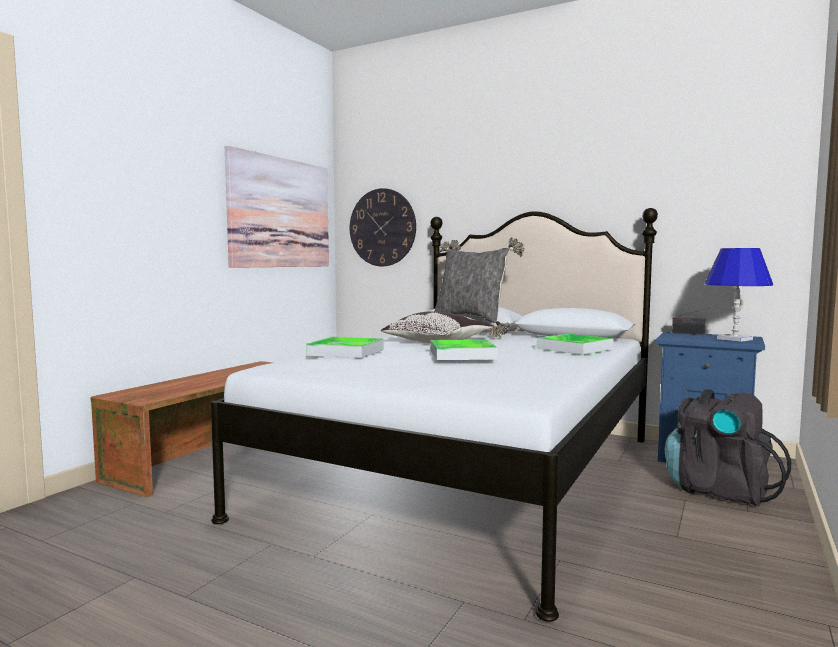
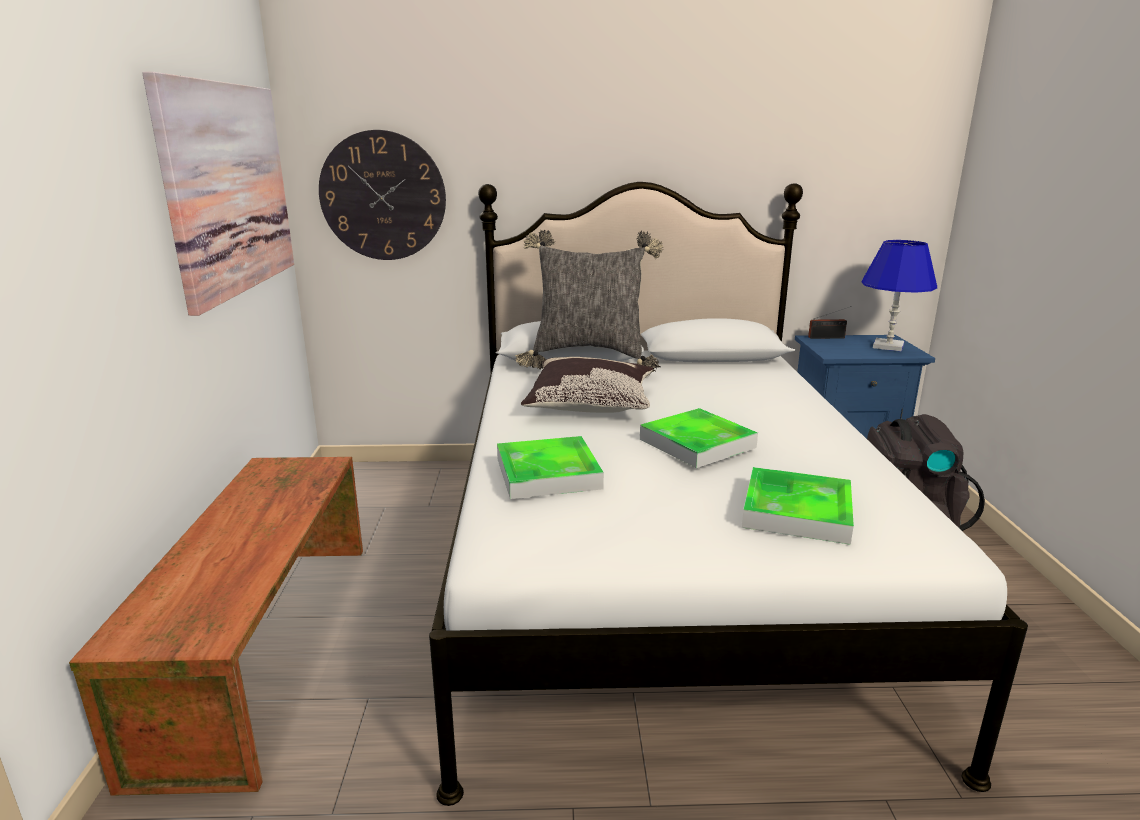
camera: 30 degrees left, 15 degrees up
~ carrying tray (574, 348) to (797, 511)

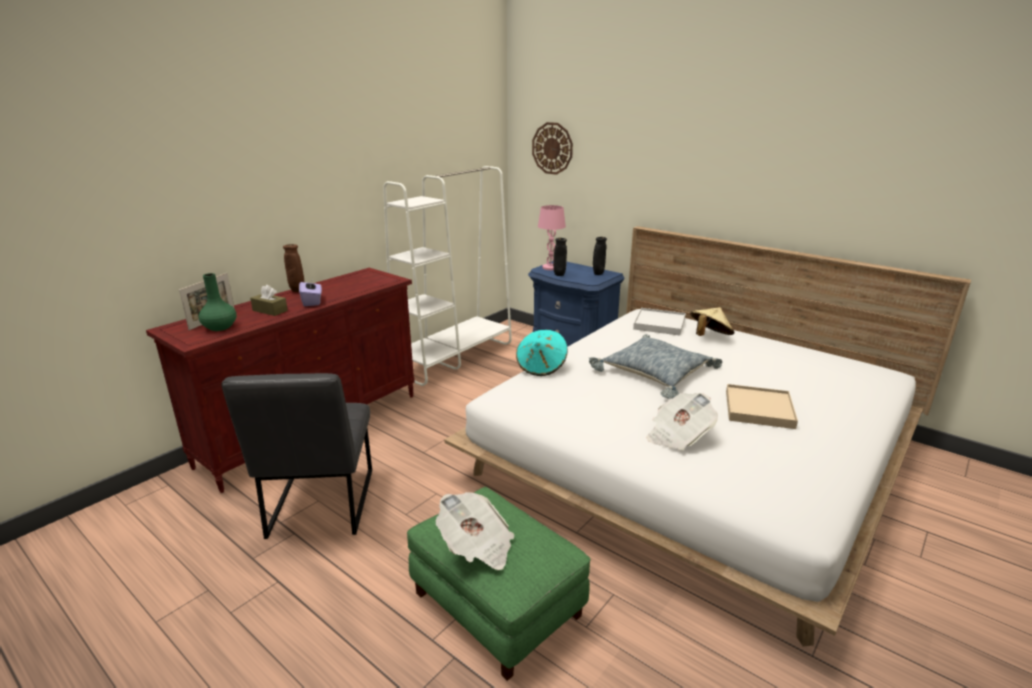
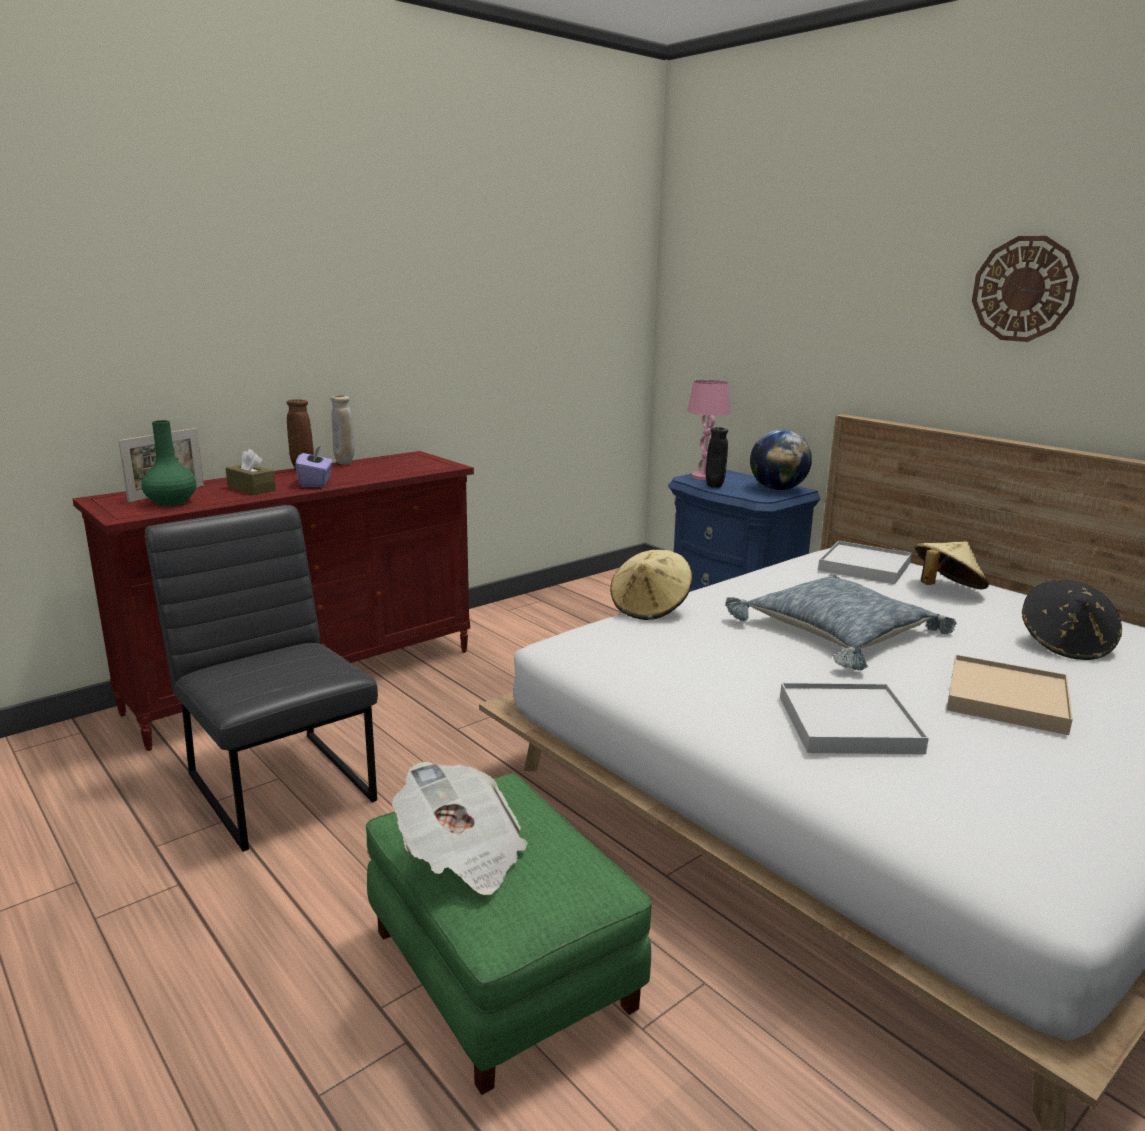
camera: 10 degrees right, 5 degrees down
~ wall clock (552, 148) to (1024, 289)
- whitish garment rack (455, 359)
~ blackish decorative vase (598, 274) to desk globe (777, 489)
~ turquoise wearable hat (541, 367) to beige wearable hat (650, 608)
~ gray upright chair (320, 504) = (280, 783) 135 degrees clockwise
~ newspaper (678, 436) to whitish carrying tray (848, 724)
+ beige decorative vase (345, 464)
+ blackish wearable hat (1065, 645)

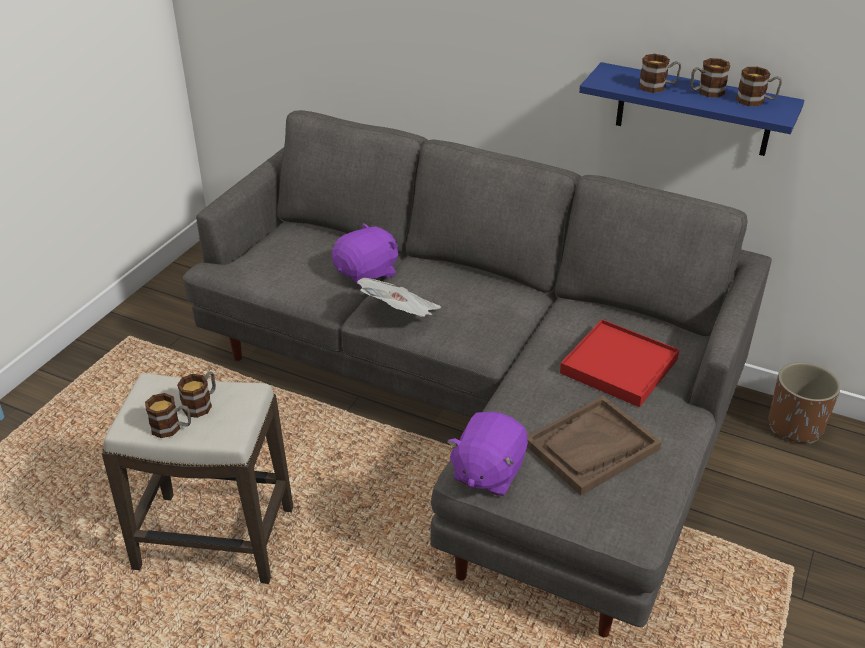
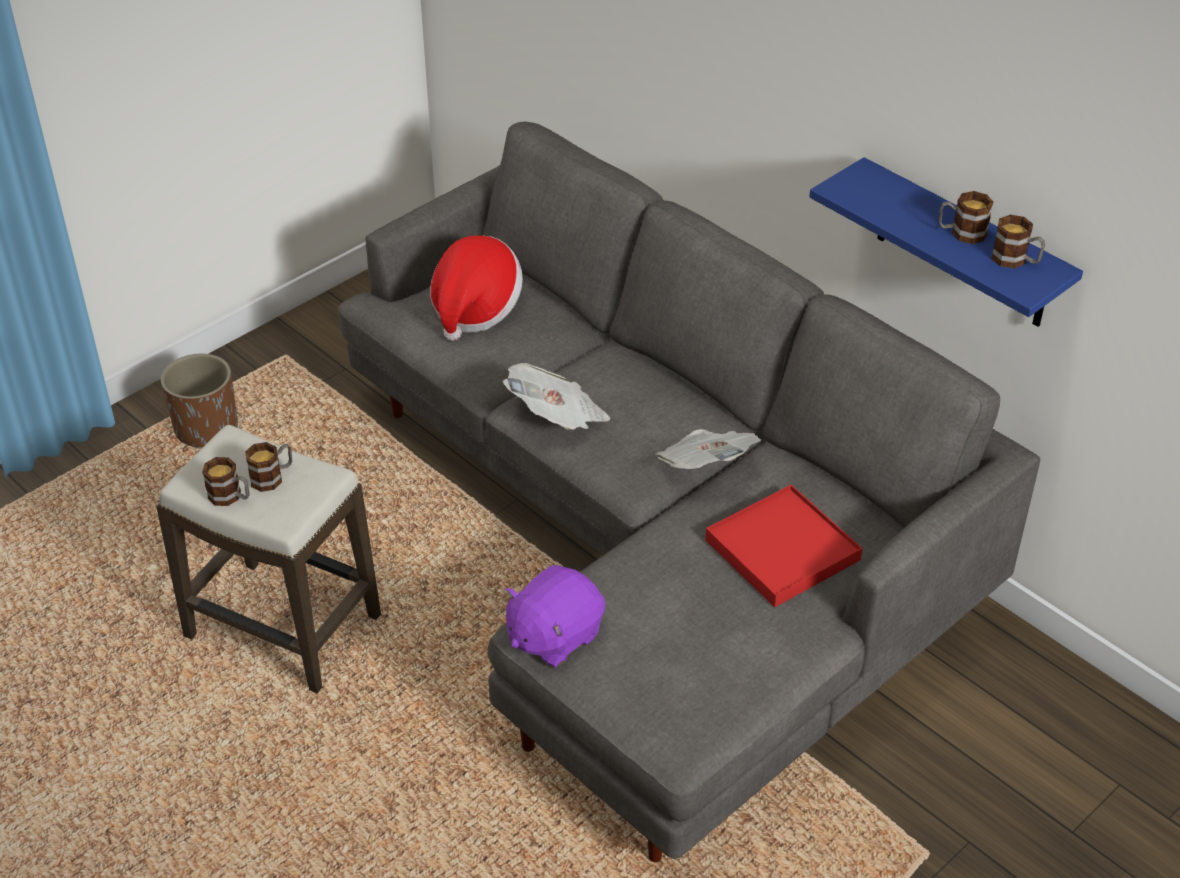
camera: 20 degrees right, 5 degrees up
- coffee mug (658, 87)
- purplish cuddly toy (367, 274)
~ brown planter (795, 426) to (206, 429)
- brown carrying tray (591, 447)
+ wearable hat (475, 309)
+ newspaper (706, 467)

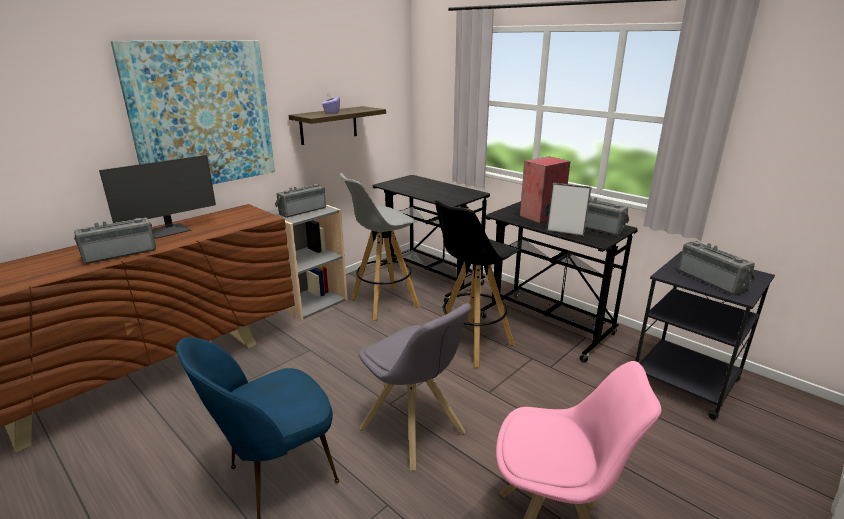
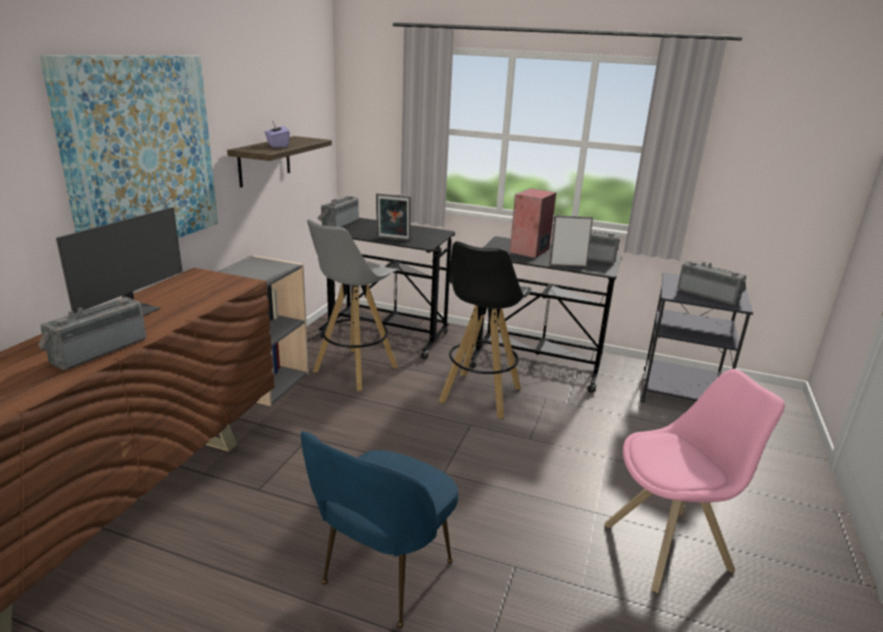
camera: 25 degrees left, 0 degrees up
~ radio (301, 211) to (338, 224)
- gray upright chair (413, 430)
+ picture frame (393, 239)

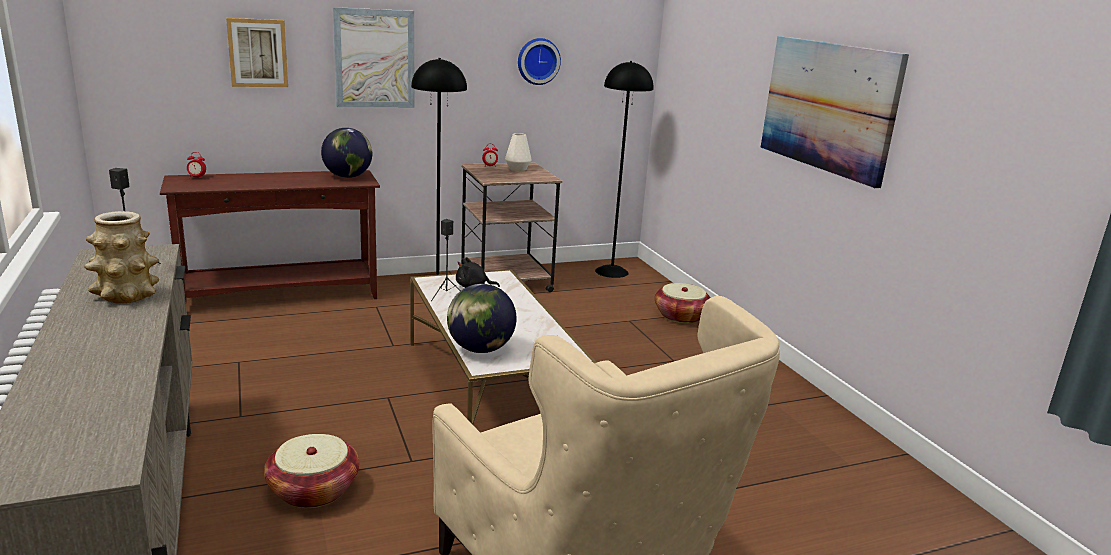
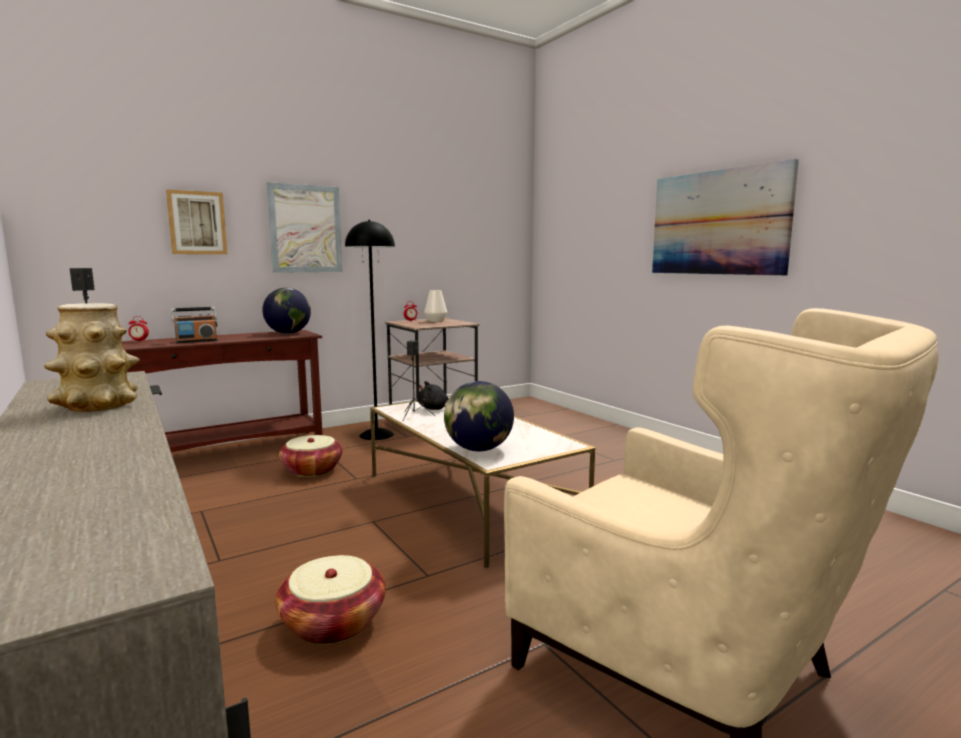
camera: 10 degrees left, 10 degrees down
- wall clock (537, 61)
- blackish standard lamp (611, 271)
~ storage basket (680, 316) to (312, 470)
+ radio (196, 341)

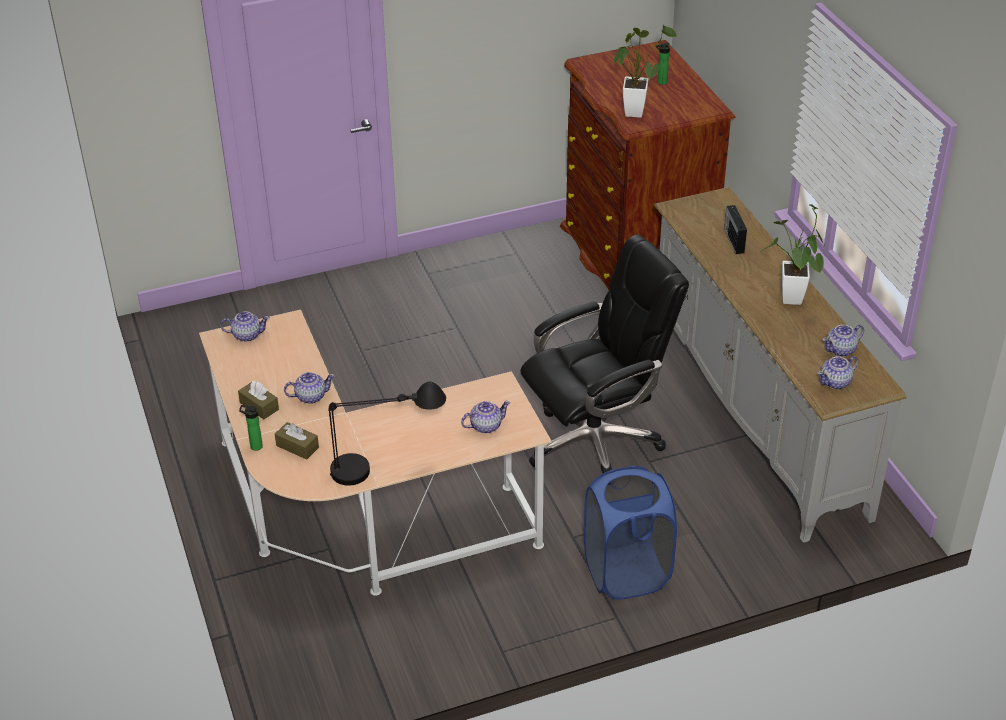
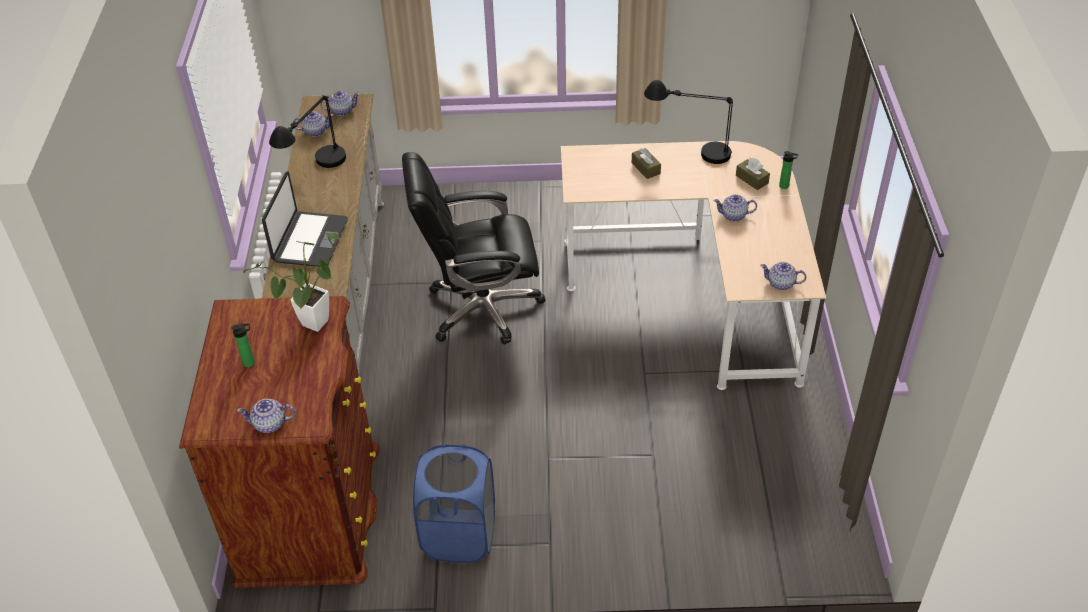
camera: 160 degrees left, 5 degrees up
~ houseplant (791, 303) to blackish table lamp (316, 174)
~ radio (734, 240) to laptop (309, 240)
~ brown box of tissues (259, 406) to (645, 168)
~ teapot (485, 426) to (270, 424)
~ blue-coloured laundry basket (626, 573) to (459, 535)

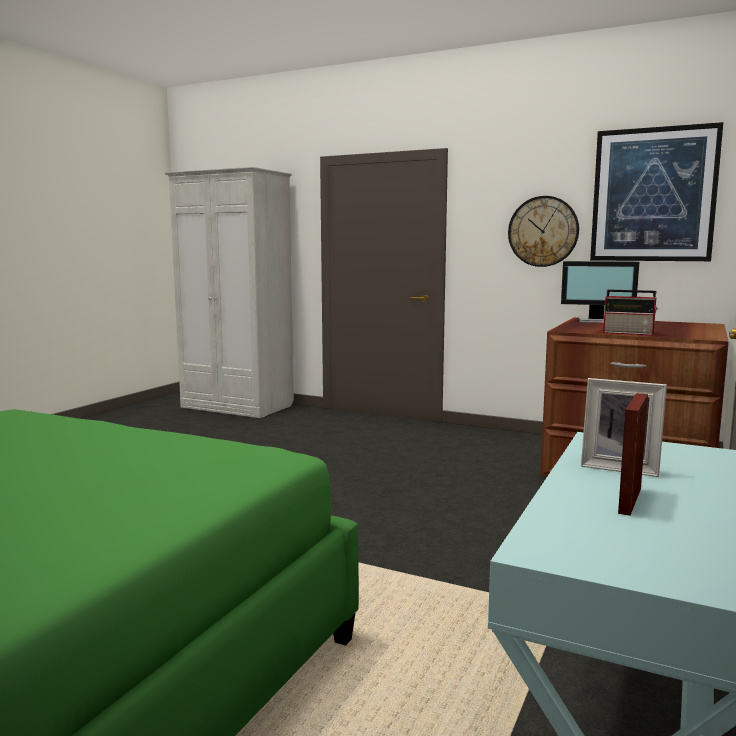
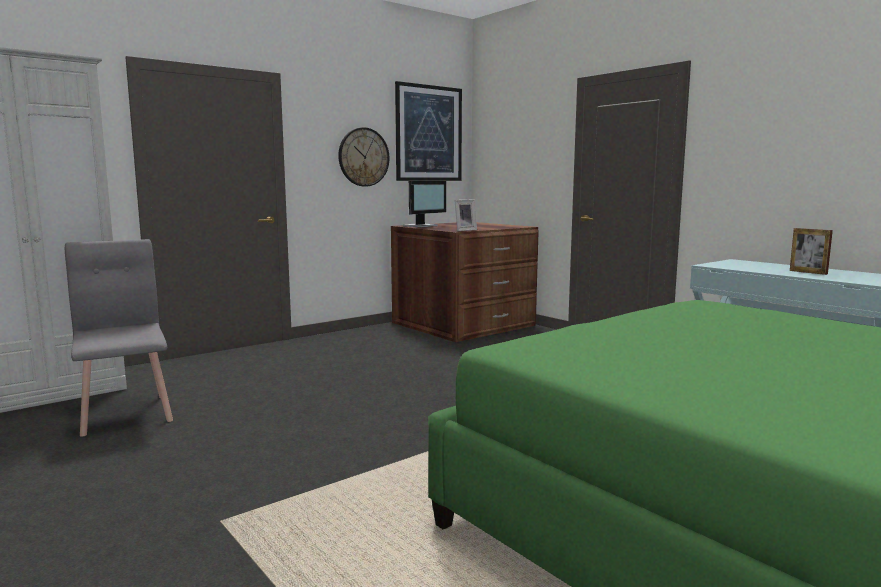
camera: 65 degrees left, 0 degrees up
- radio (629, 333)
~ picture frame (620, 467) to (464, 230)
+ gray upright chair (126, 414)

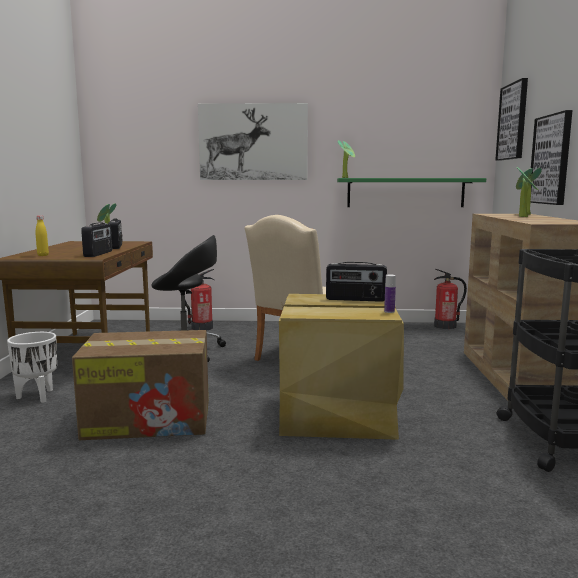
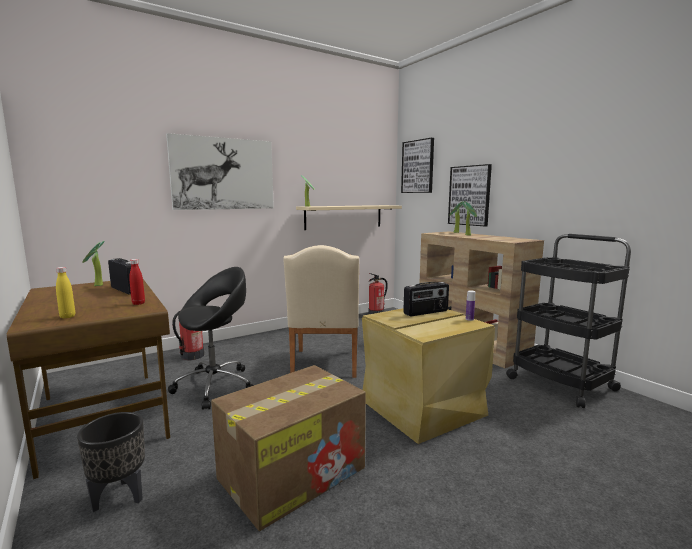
camera: 35 degrees left, 0 degrees up
~ green-coloured shelf (405, 192) to beige shelf (344, 217)
~ radio (99, 254) to reddish drink bottle (138, 303)
~ whitish planter (38, 396) to blackish planter (120, 496)

